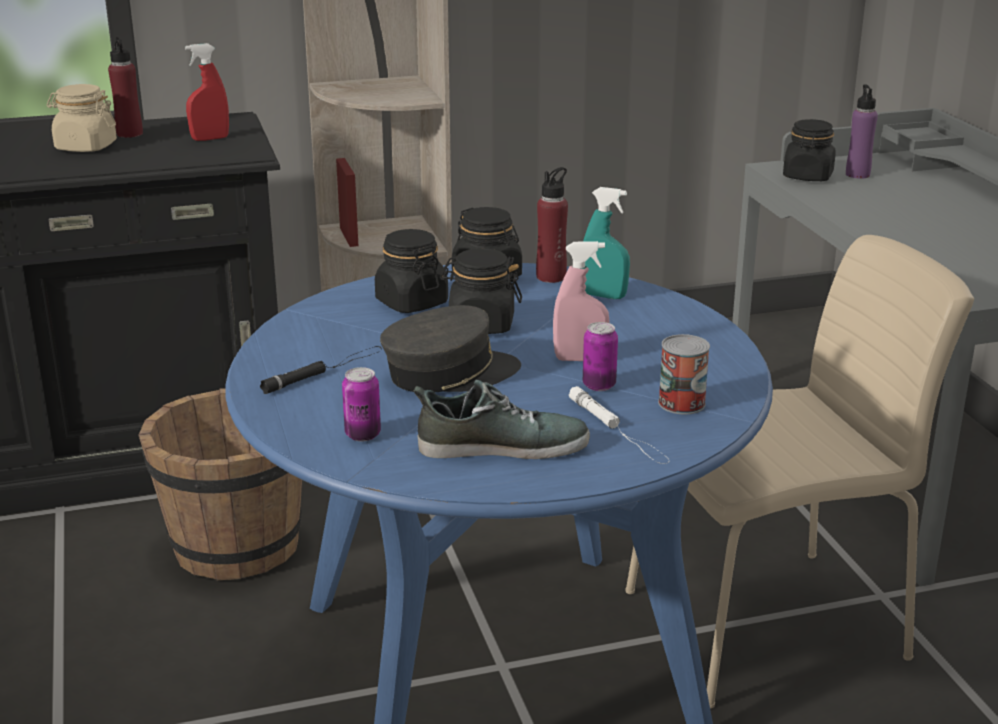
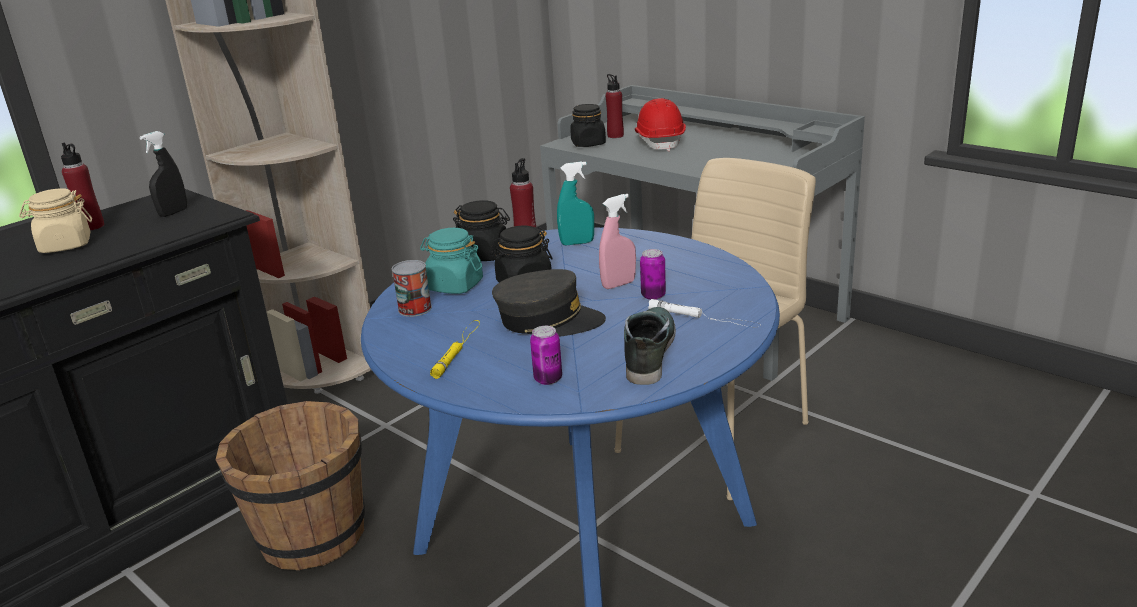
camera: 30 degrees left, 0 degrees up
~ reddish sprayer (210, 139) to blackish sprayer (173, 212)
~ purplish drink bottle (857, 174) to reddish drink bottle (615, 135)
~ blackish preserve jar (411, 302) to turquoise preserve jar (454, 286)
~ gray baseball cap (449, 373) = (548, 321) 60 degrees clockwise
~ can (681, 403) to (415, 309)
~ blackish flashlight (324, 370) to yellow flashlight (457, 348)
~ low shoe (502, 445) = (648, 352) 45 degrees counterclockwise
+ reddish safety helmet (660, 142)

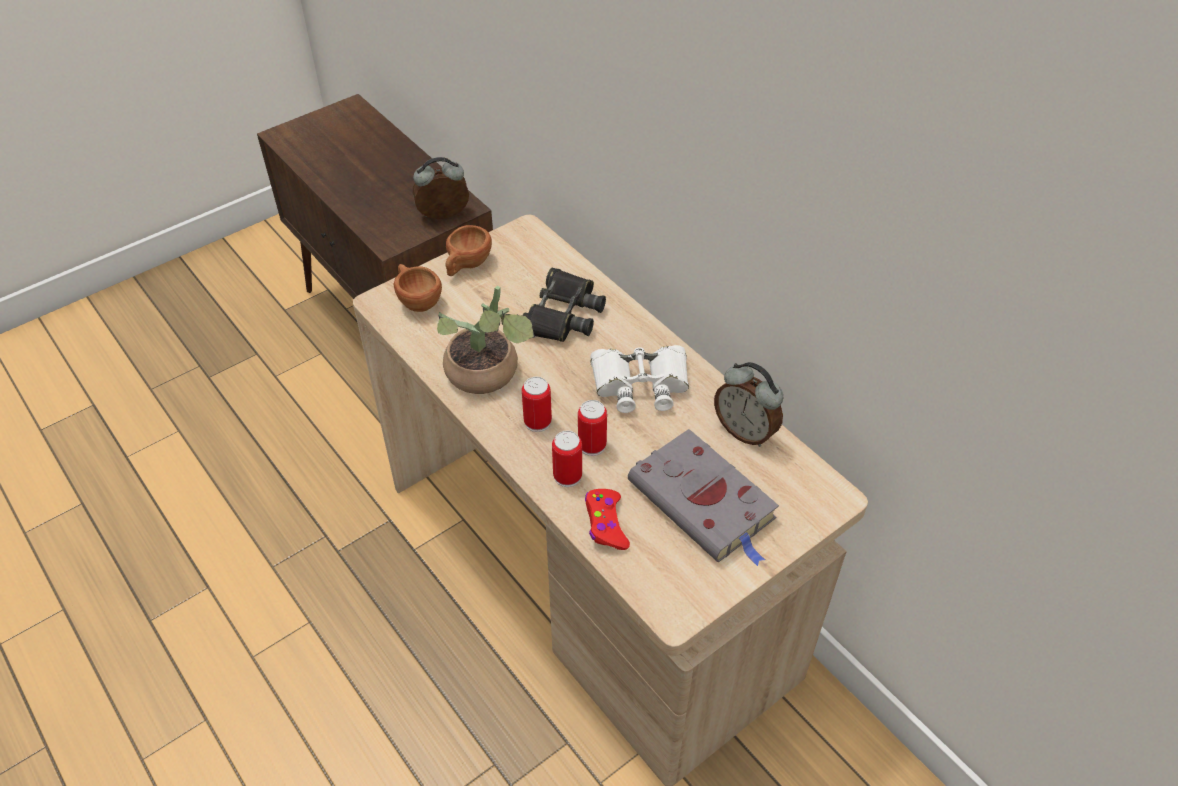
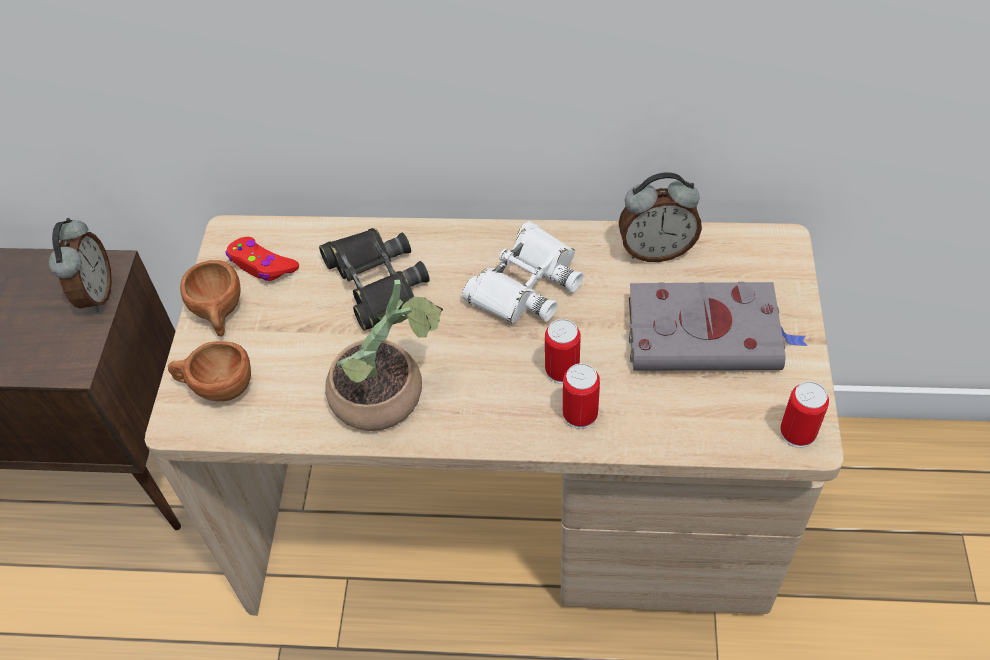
camera: 45 degrees left, 5 degrees up
~ table clock (444, 216) = (95, 294) 150 degrees clockwise
~ can (537, 422) to (797, 433)
~ reddish joypad (606, 524) to (262, 265)

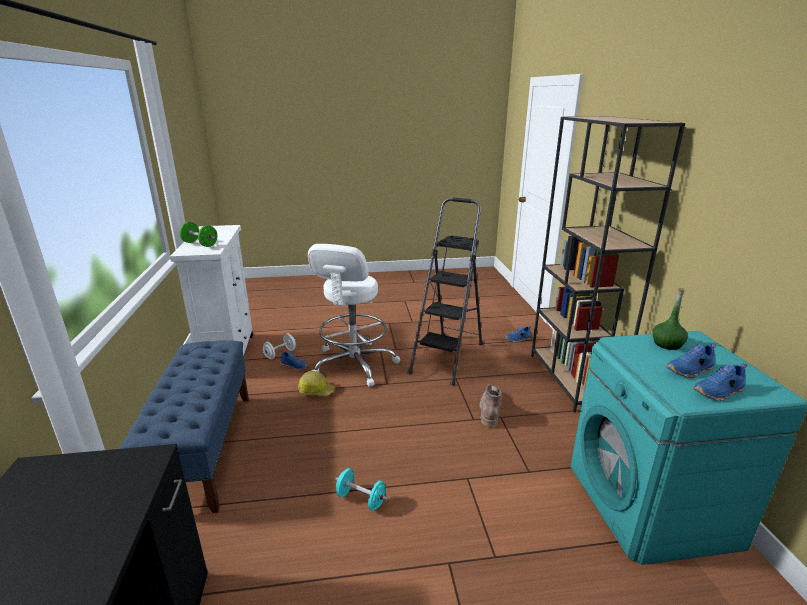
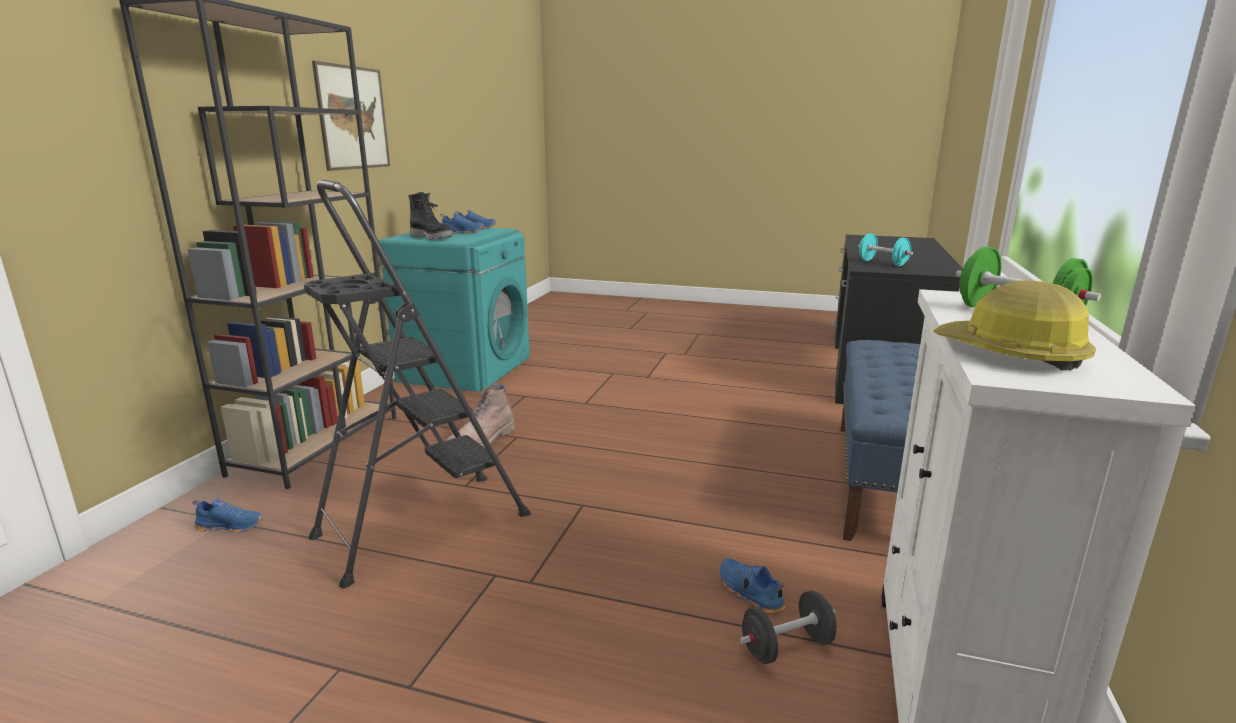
camera: 155 degrees left, 5 degrees down
- whitish sitting stool (353, 365)
~ green-coloured drink bottle (667, 344) to blackish boot (432, 238)
~ whitish dumbbell (280, 354) to blackish dumbbell (786, 647)
~ safety helmet (316, 390) to (1010, 354)
~ turquoise dumbbell (361, 499) to (882, 263)
+ wall picture (353, 118)

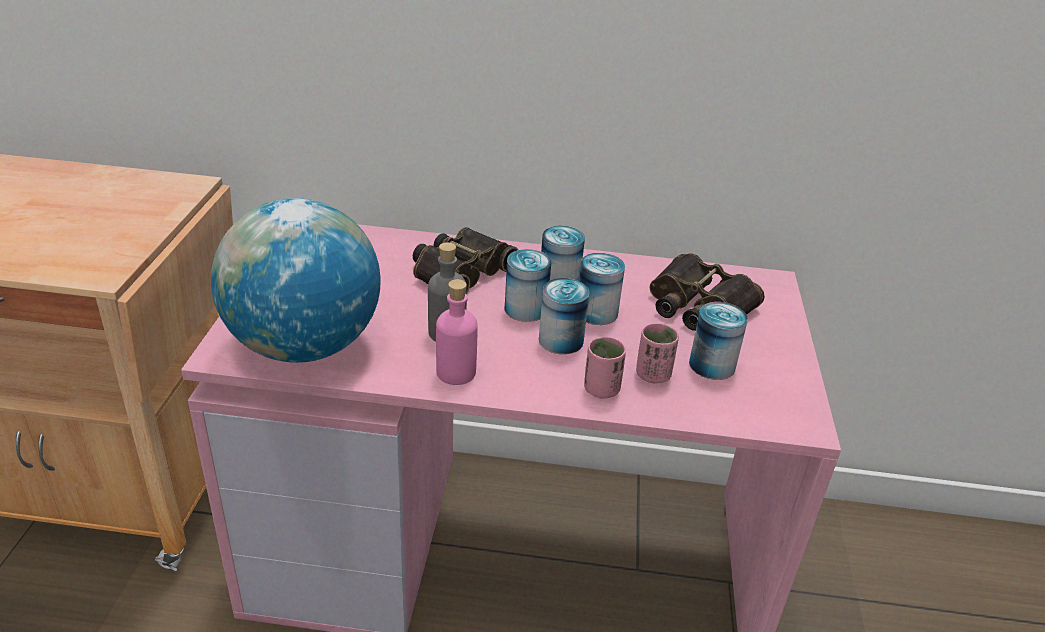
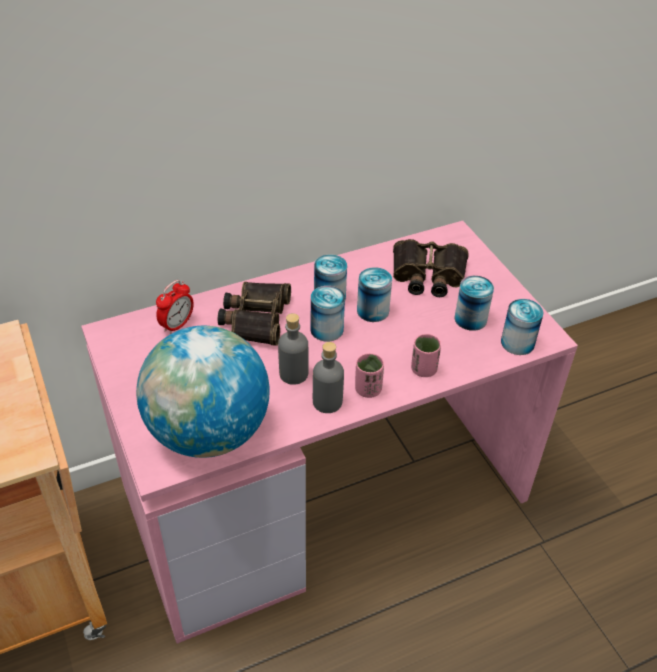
camera: 30 degrees left, 10 degrees up
~ can (561, 340) to (517, 343)
~ pink-coloured drink bottle (456, 372) to gray drink bottle (327, 402)
~ pink-coloured drinking cup (652, 375) to (368, 389)
+ table clock (177, 325)

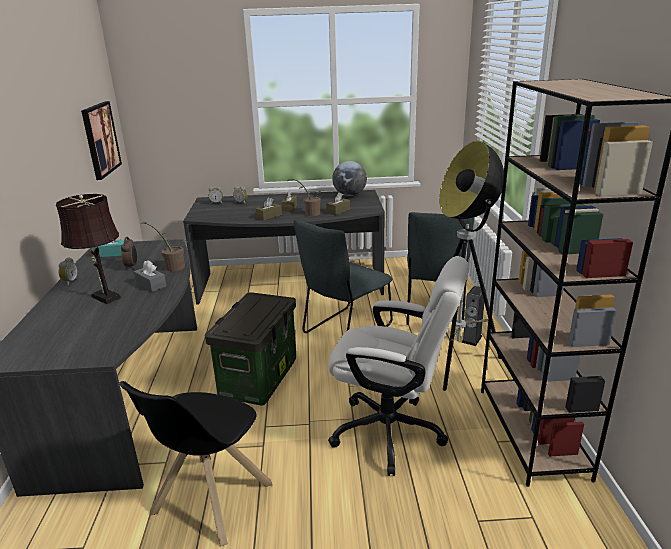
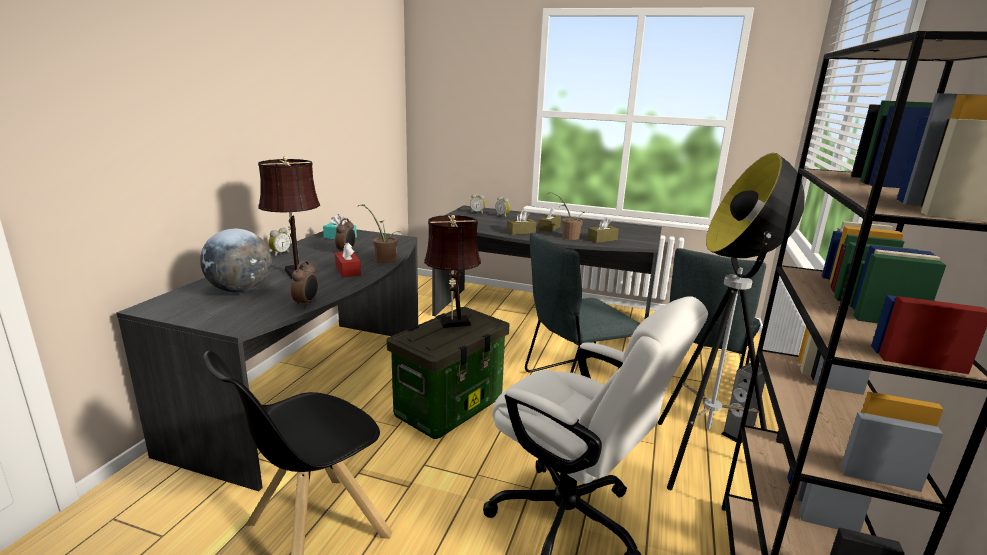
camera: 20 degrees right, 5 degrees down
- wall picture (100, 139)
~ desk globe (350, 195) to (240, 290)
~ gray box of tissues (151, 285) to reddish box of tissues (348, 270)
+ brown table lamp (452, 323)
+ table clock (307, 303)

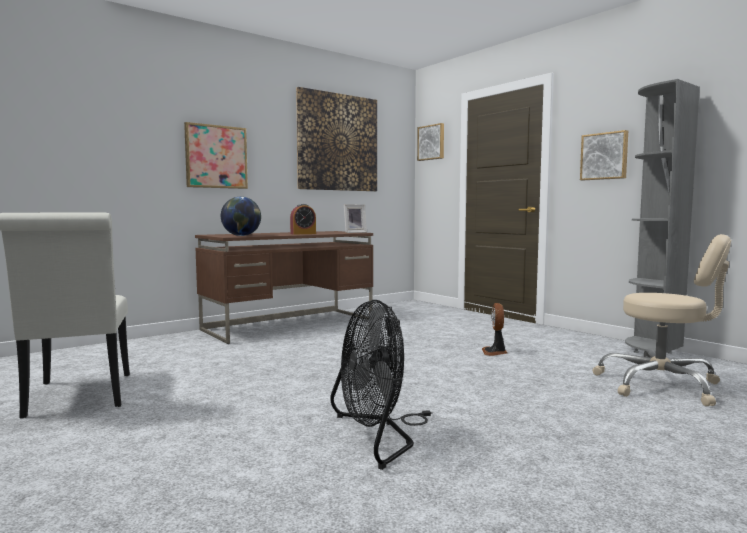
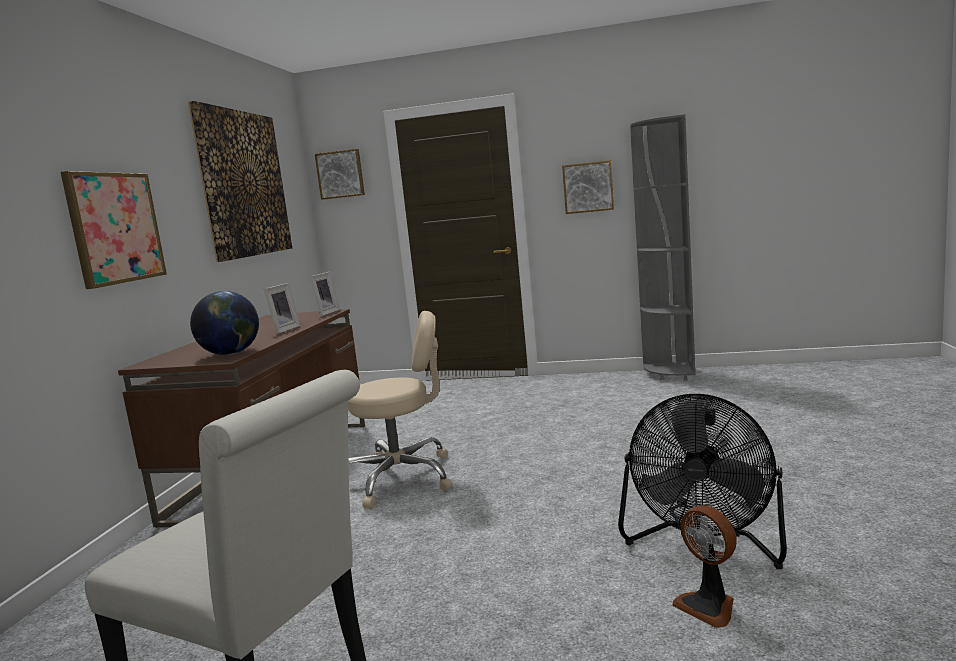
camera: 40 degrees left, 5 degrees up
~ table clock (303, 234) to picture frame (283, 330)
~ beige desk chair (665, 386) to (404, 478)
~ electric fan (495, 352) to (708, 606)

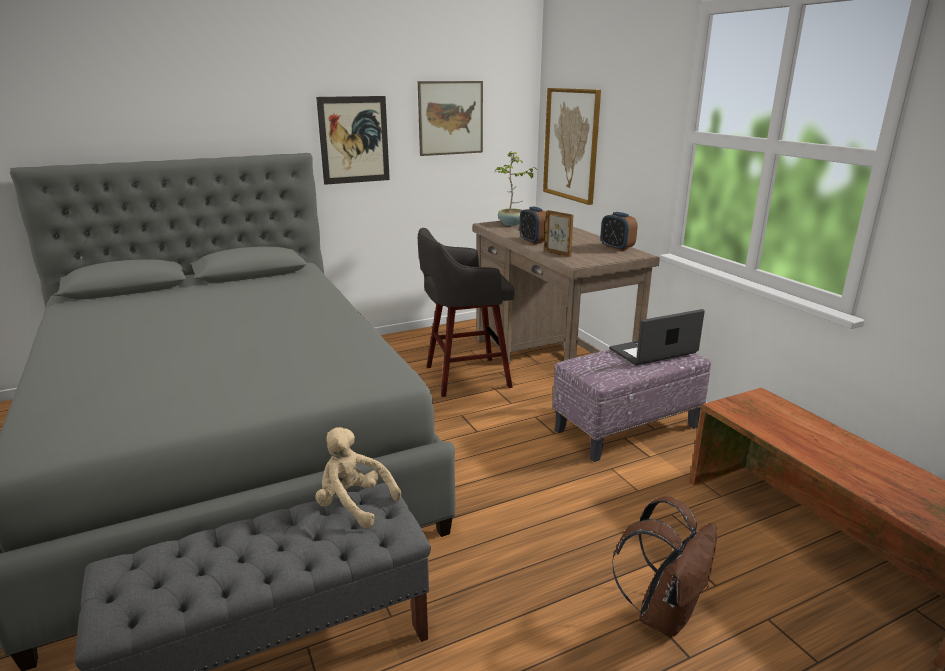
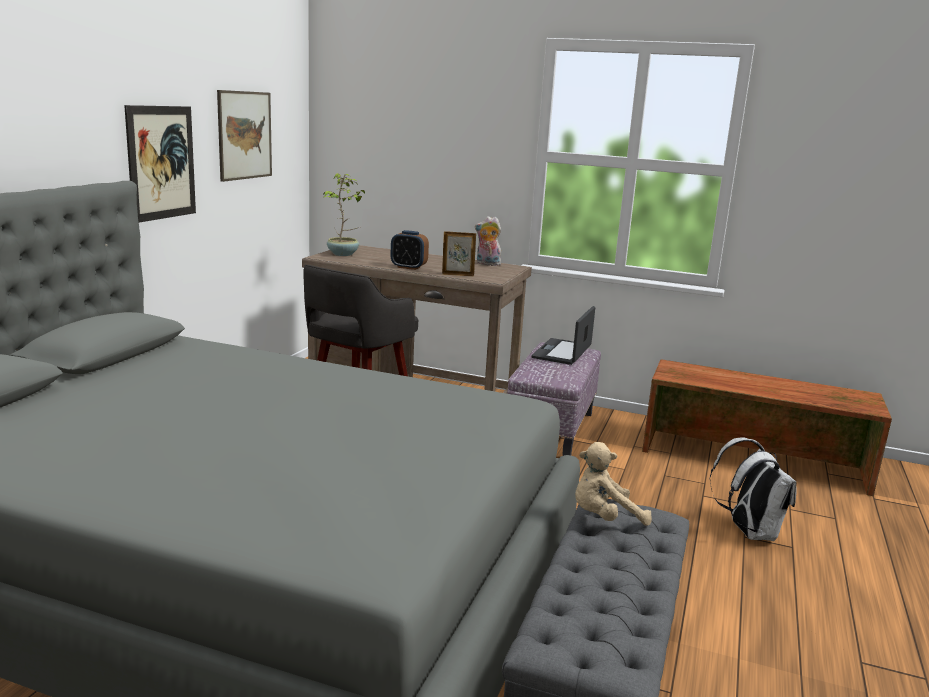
camera: 45 degrees left, 5 degrees down
- wall picture (571, 144)
~ table clock (616, 248) to cuddly toy (487, 264)
~ brown rucksack (663, 613) to whitish rucksack (748, 532)

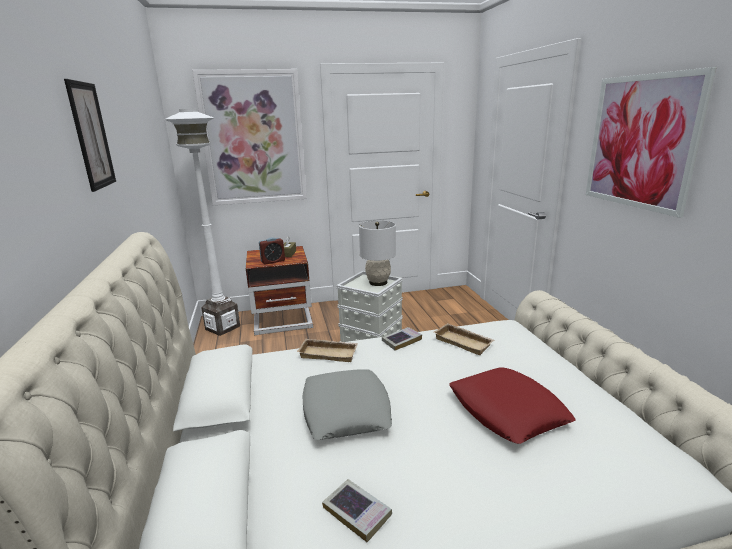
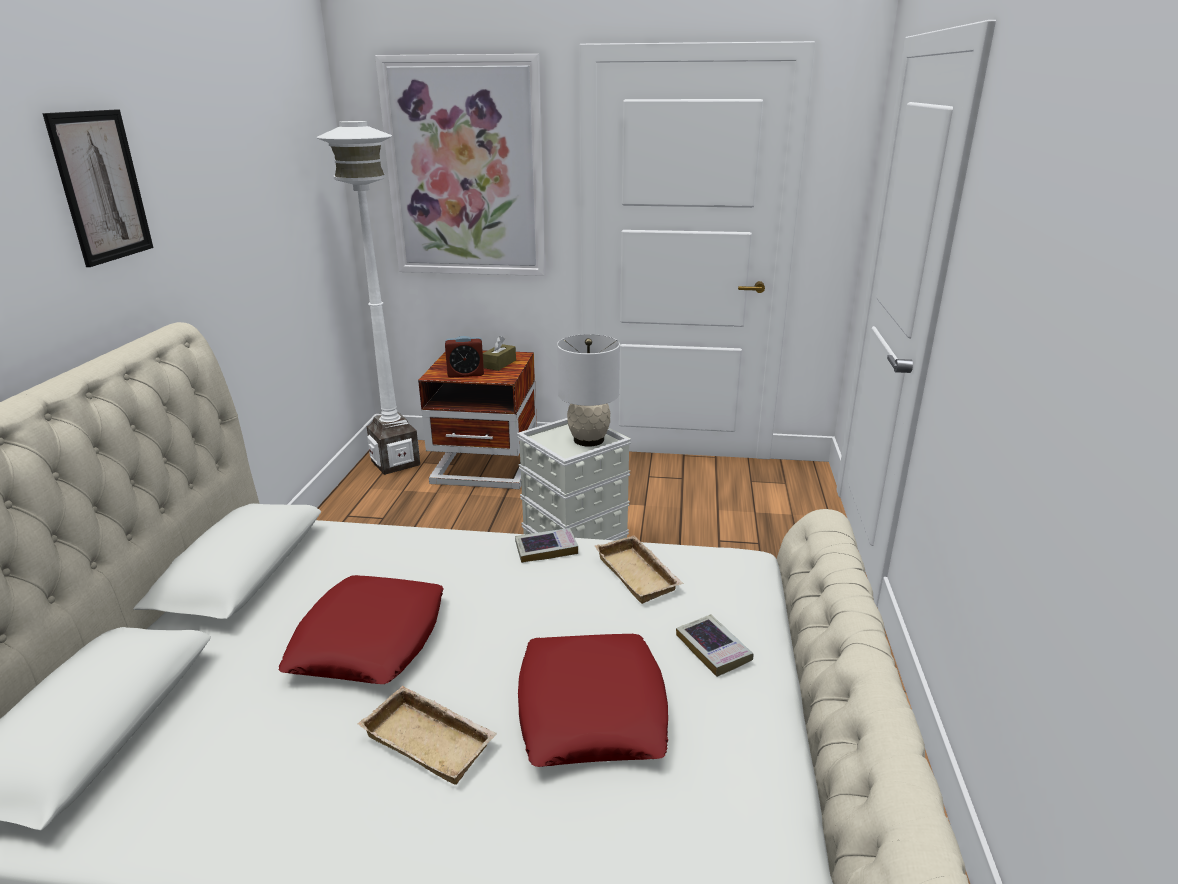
camera: 20 degrees right, 5 degrees up
- wall picture (640, 142)
~ beige carrying tray (329, 353) to (432, 739)
~ gray throw pillow (345, 410) to reddish throw pillow (369, 639)
~ volume (357, 512) to (713, 649)

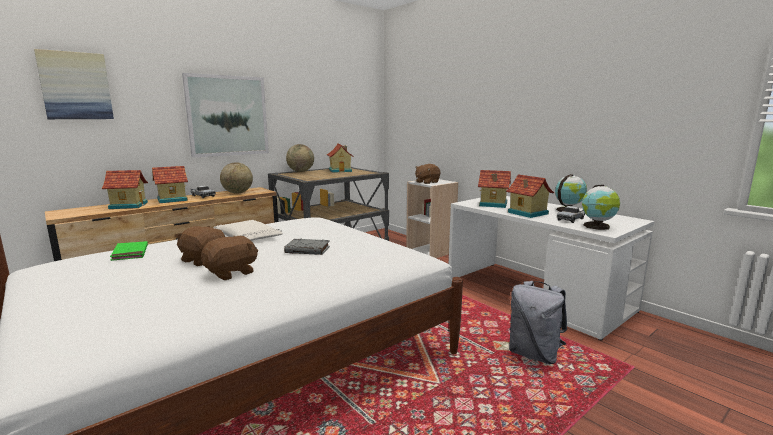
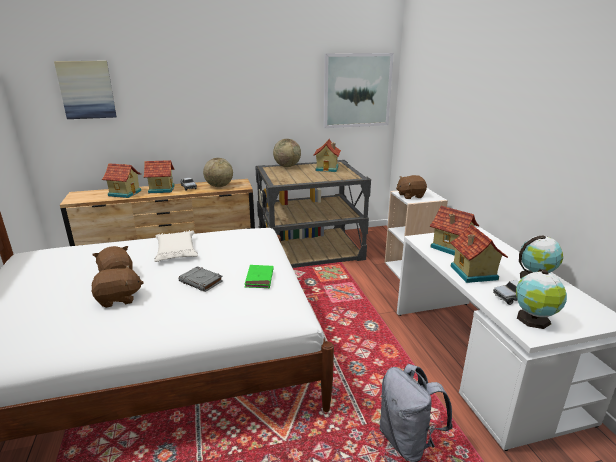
camera: 25 degrees right, 10 degrees up
~ wall picture (228, 116) to (357, 90)
~ green-coloured volume (130, 253) to (259, 278)

